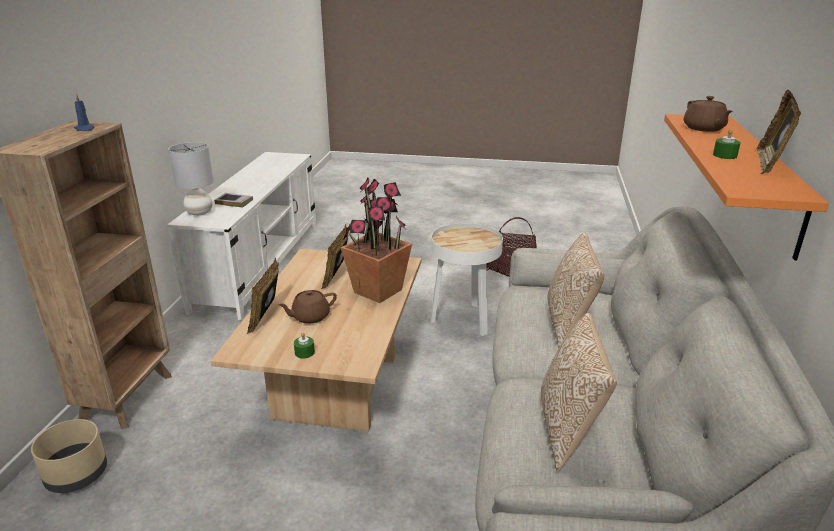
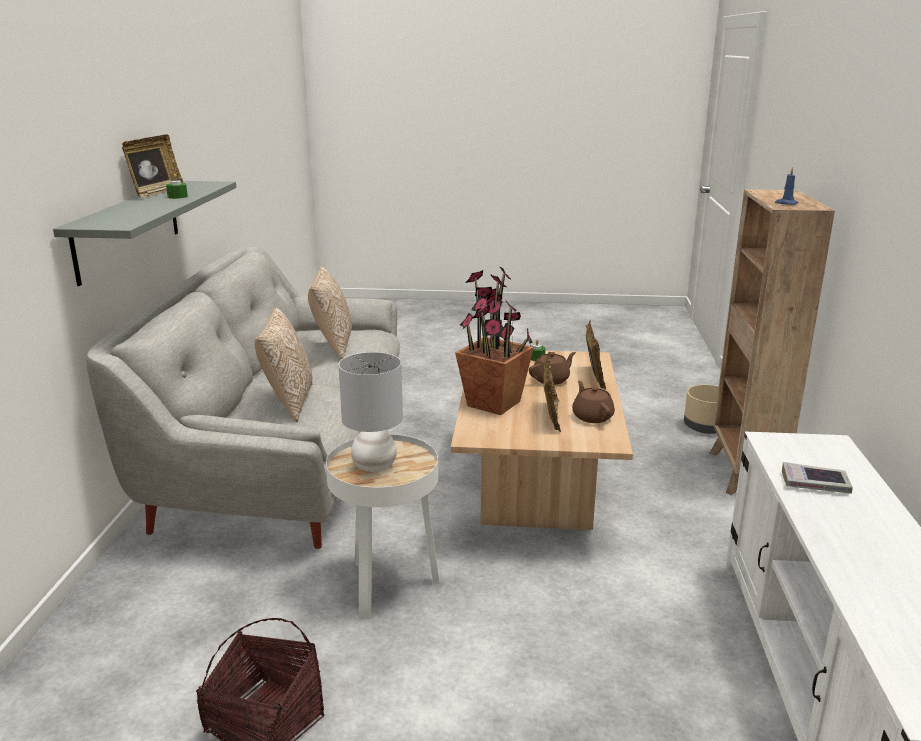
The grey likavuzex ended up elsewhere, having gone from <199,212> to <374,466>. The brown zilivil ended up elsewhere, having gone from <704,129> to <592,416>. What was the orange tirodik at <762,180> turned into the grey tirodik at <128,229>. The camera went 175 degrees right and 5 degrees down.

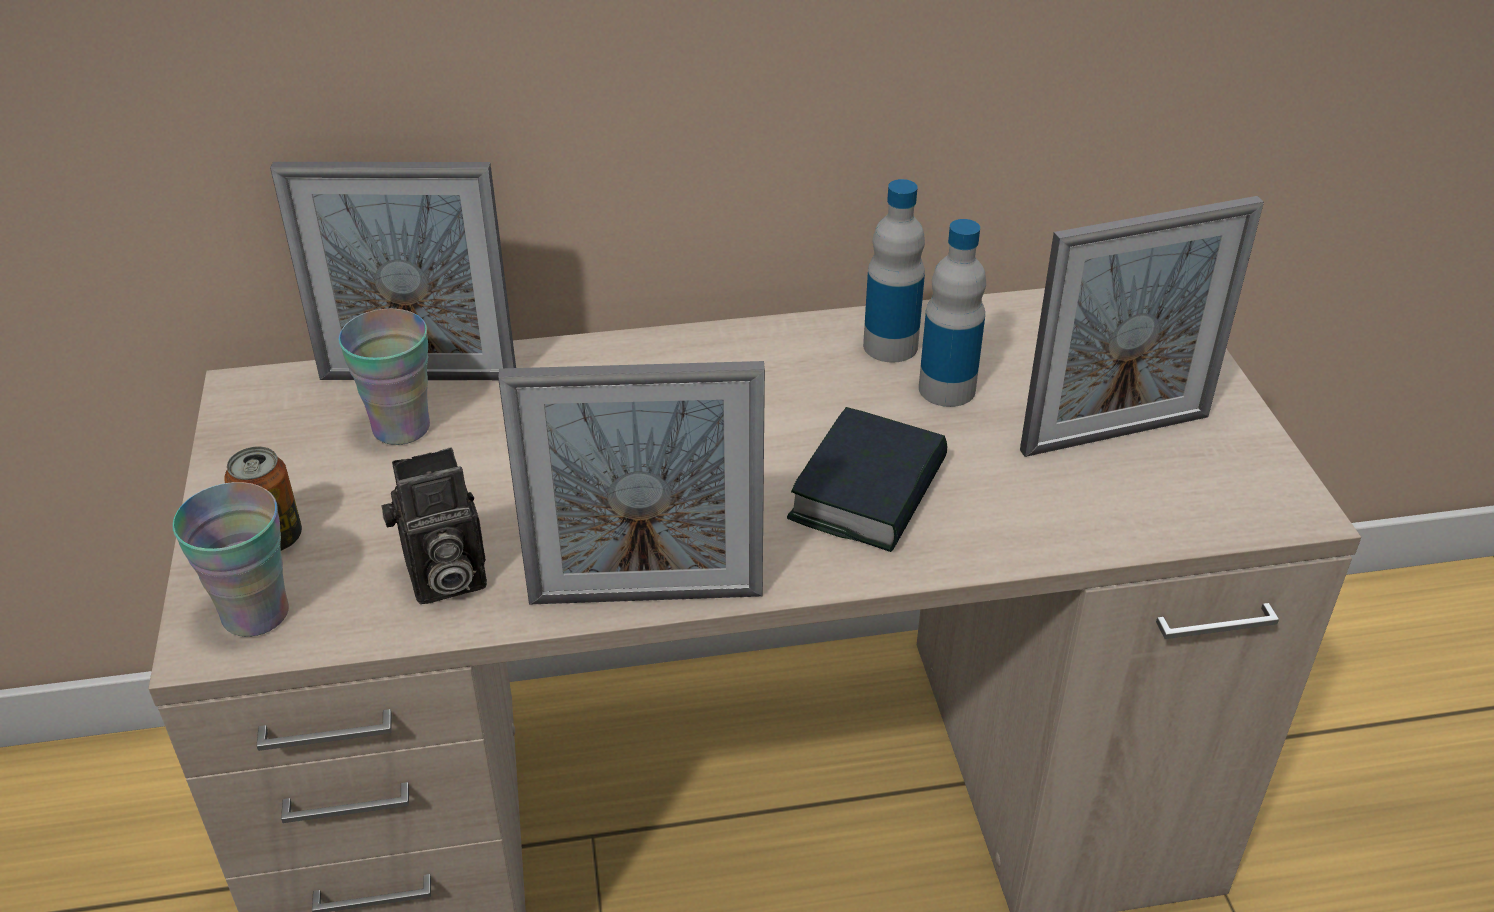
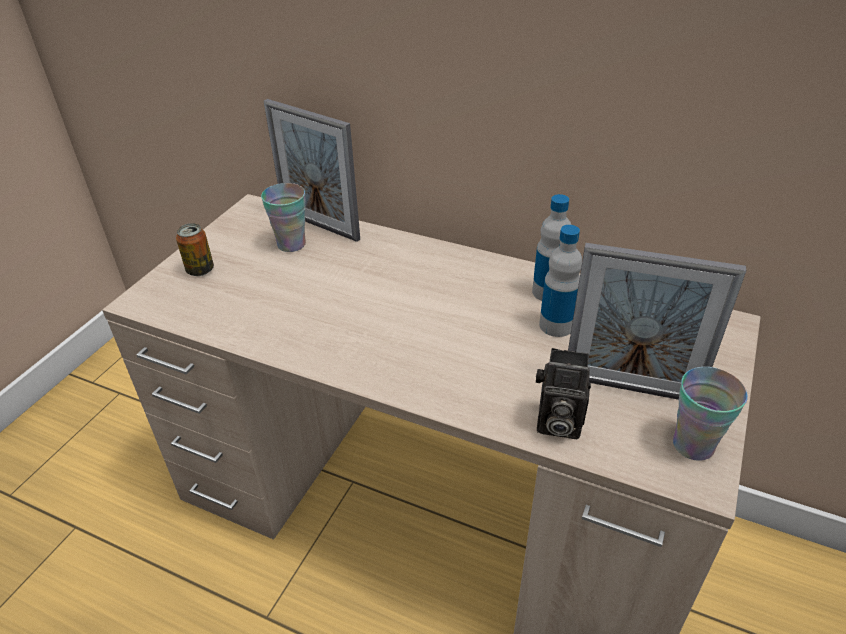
The second view lost the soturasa at <646,596>. The second view lost the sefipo at <869,492>. The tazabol ended up elsewhere, having gone from <255,614> to <693,445>. The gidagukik ended up elsewhere, having gone from <442,579> to <556,423>. The camera went 35 degrees right and 0 degrees up.

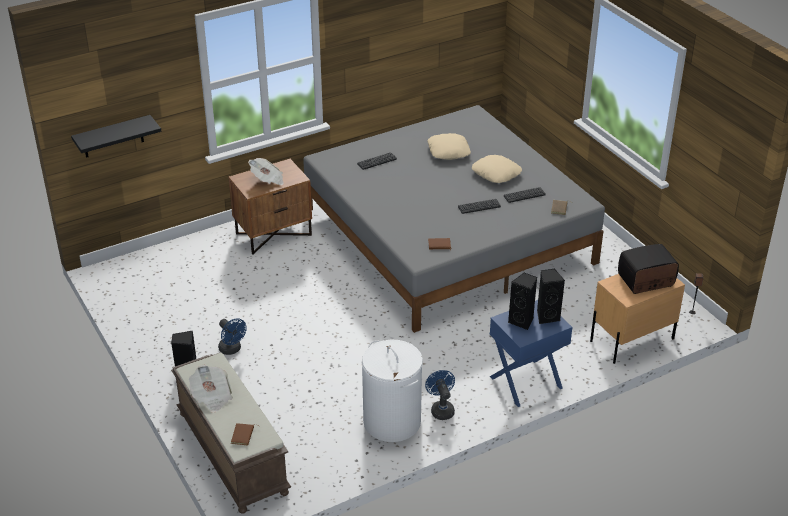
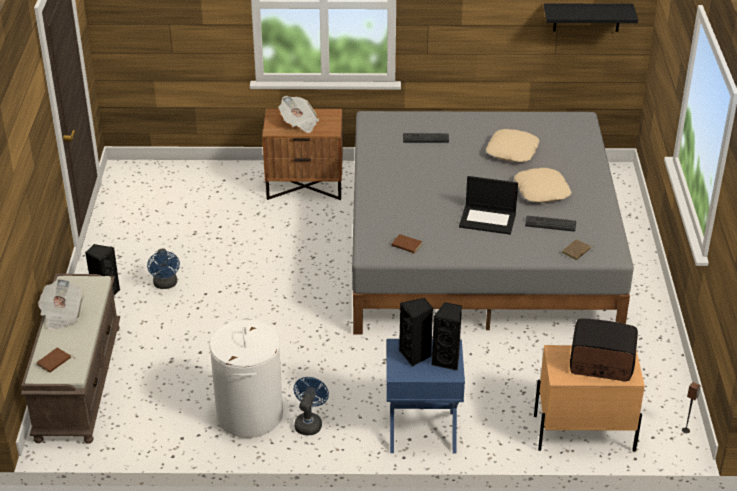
The black tirodik ended up elsewhere, having gone from <113,137> to <587,17>. Where the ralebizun stood at <479,206>, the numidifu came to stand at <488,220>. The camera went 30 degrees right and 0 degrees up.

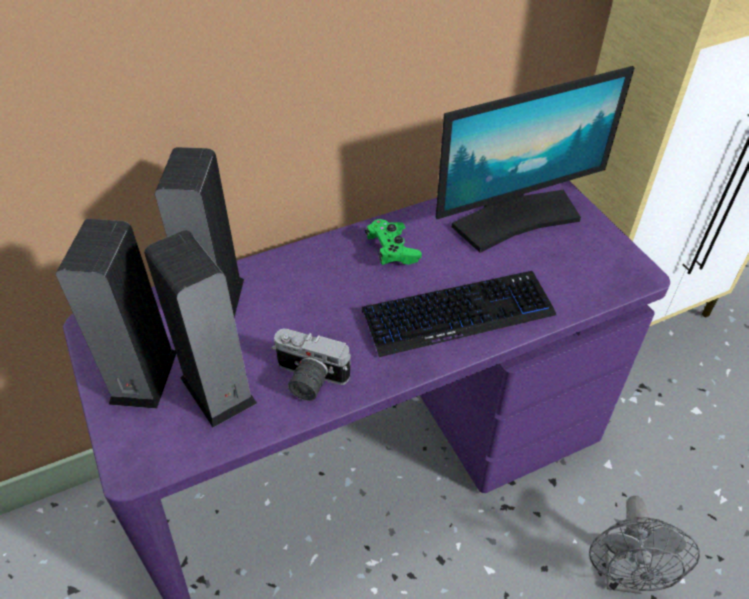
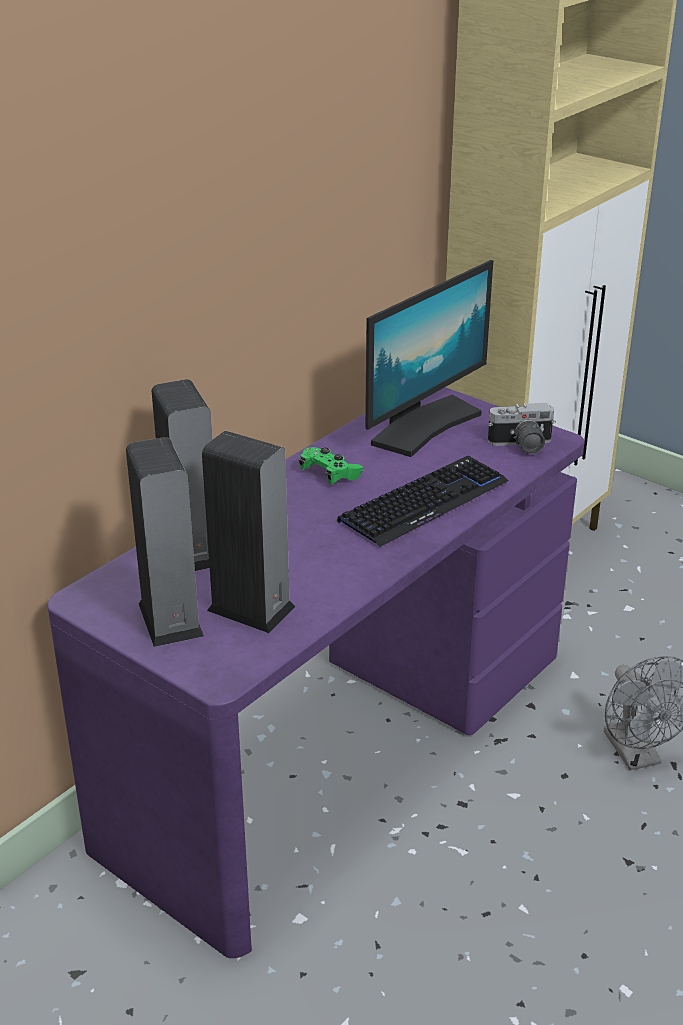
The gidagukik ended up elsewhere, having gone from <308,380> to <521,446>. The camera went 25 degrees left and 15 degrees down.

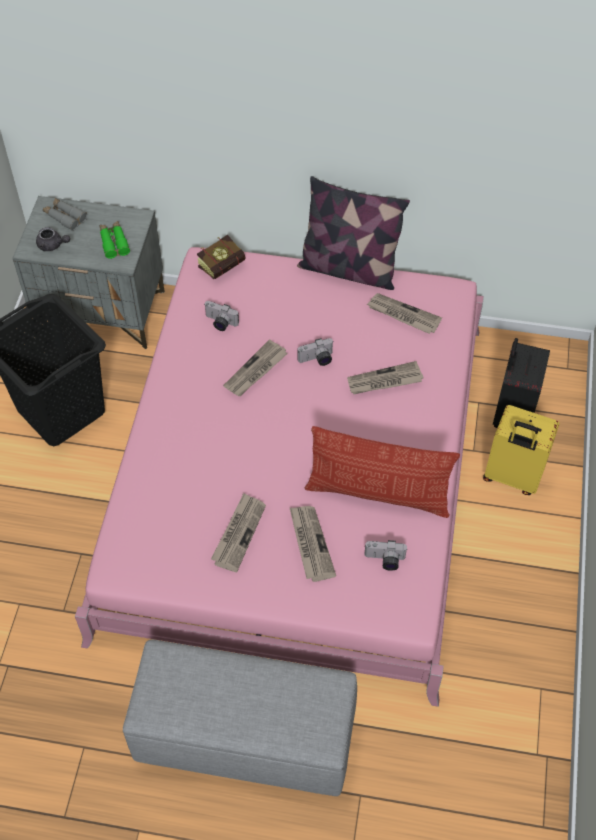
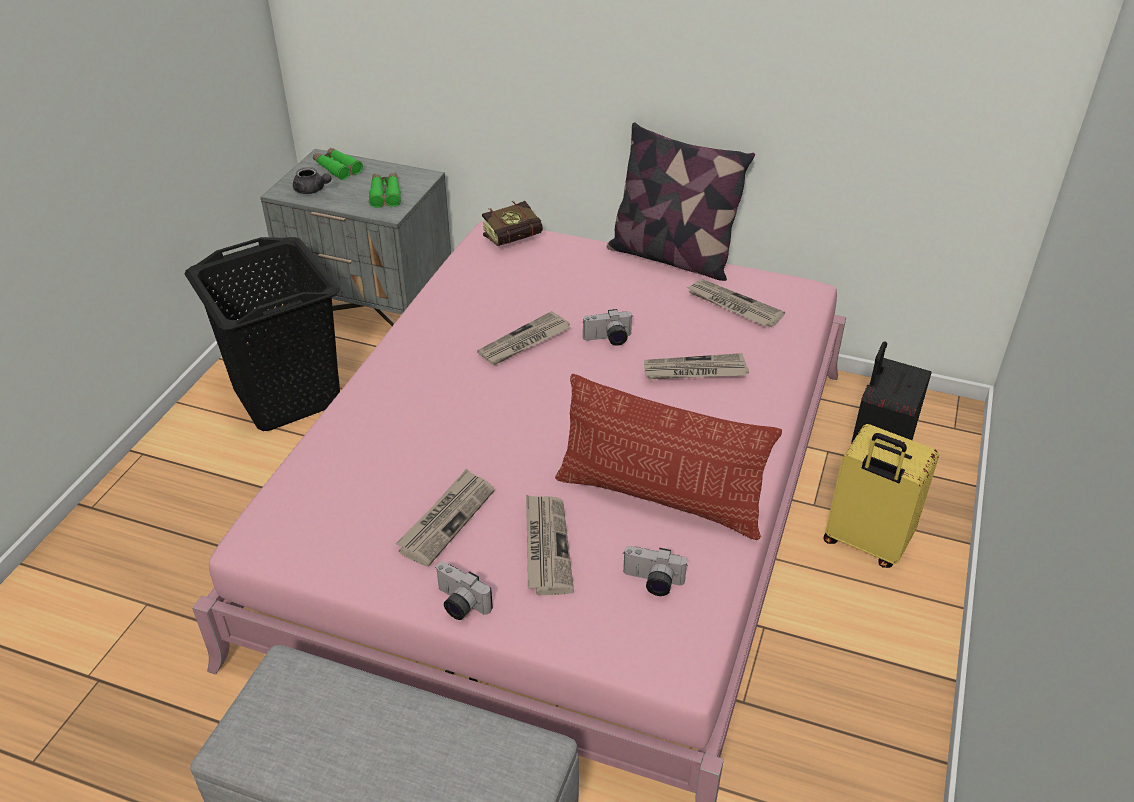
The gidagukik ended up elsewhere, having gone from <220,323> to <459,604>. What was the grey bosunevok at <65,217> turned into the green bosunevok at <337,168>. The camera went 10 degrees right and 15 degrees down.

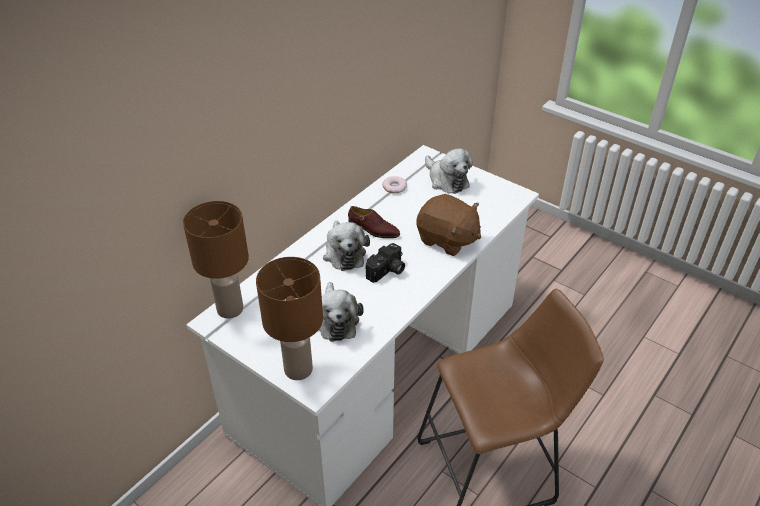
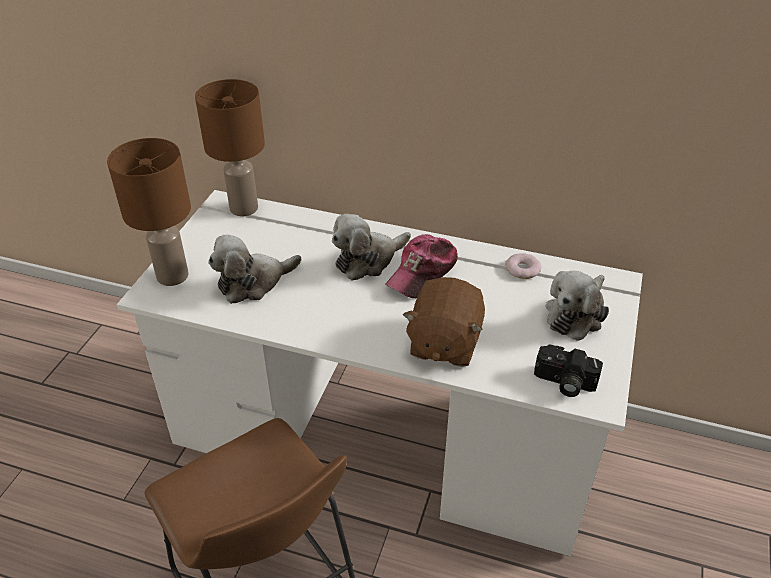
The gidagukik ended up elsewhere, having gone from <387,271> to <564,383>. Where the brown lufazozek stood at <373,230>, the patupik came to stand at <423,273>. The camera went 70 degrees right and 0 degrees up.

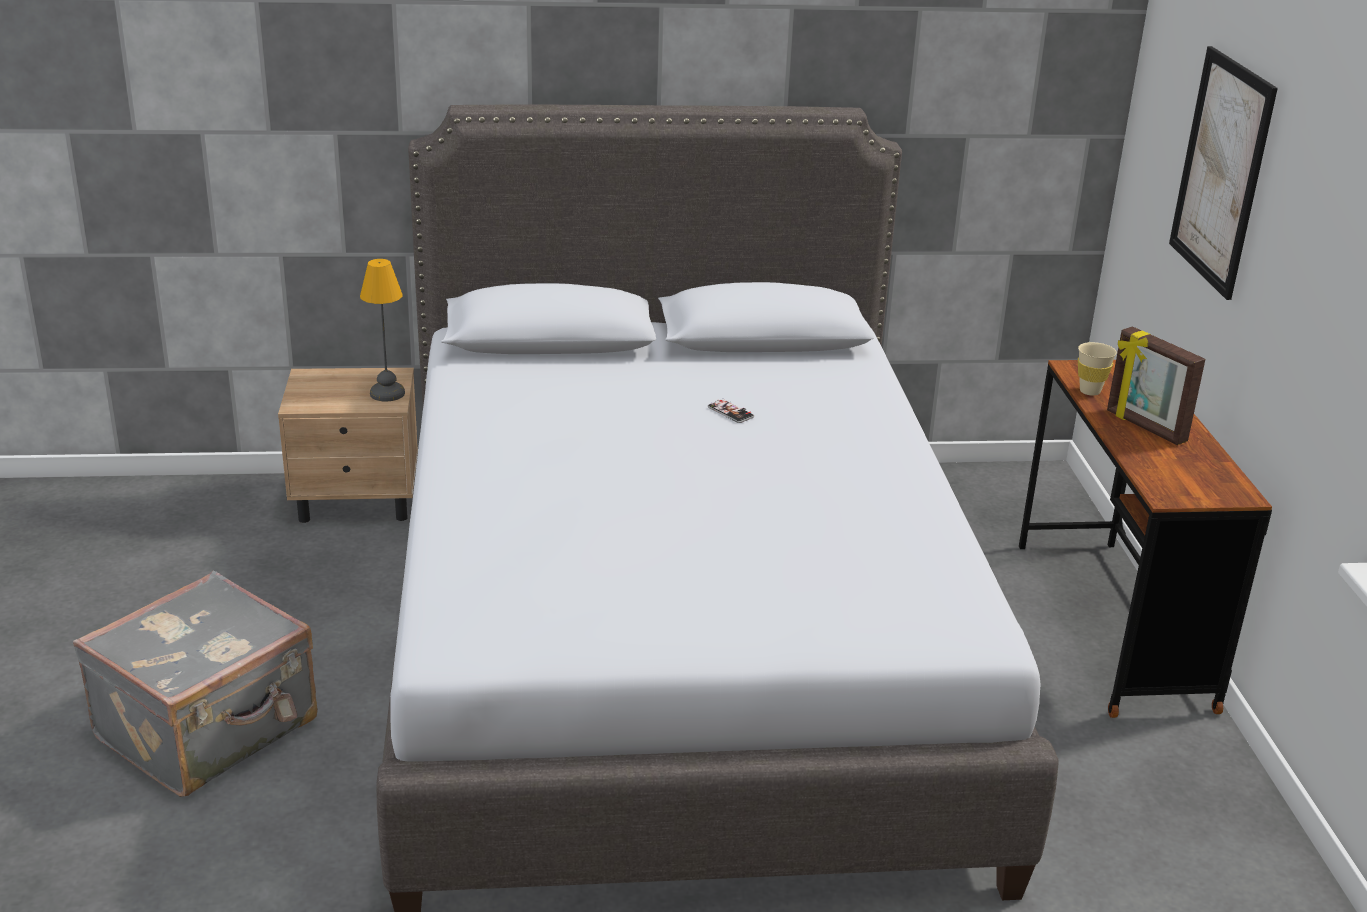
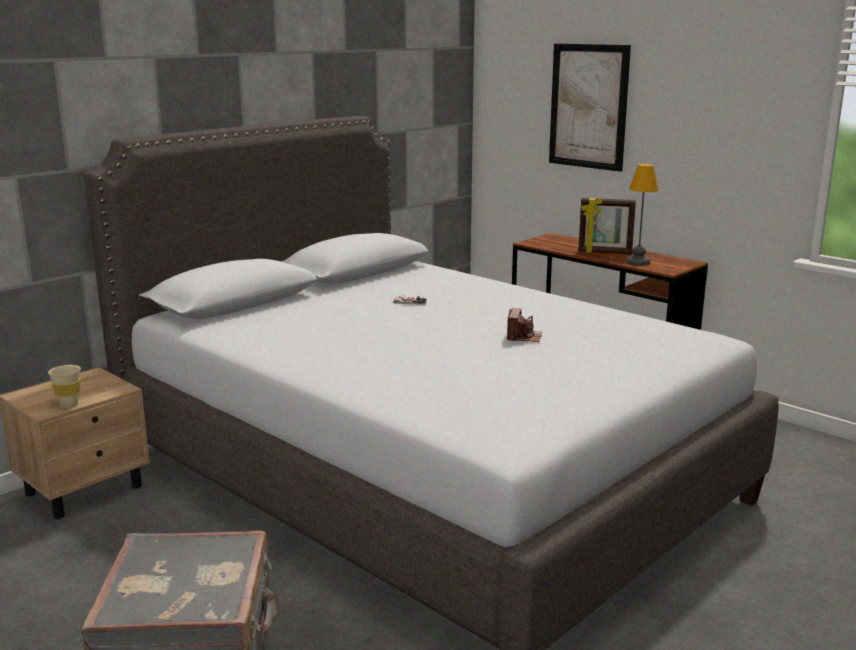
The second view gained the gidagukik at <523,337>. The likavuzex ended up elsewhere, having gone from <388,393> to <638,262>. The beige tazabol ended up elsewhere, having gone from <1090,391> to <69,404>. The camera went 40 degrees left and 10 degrees down.

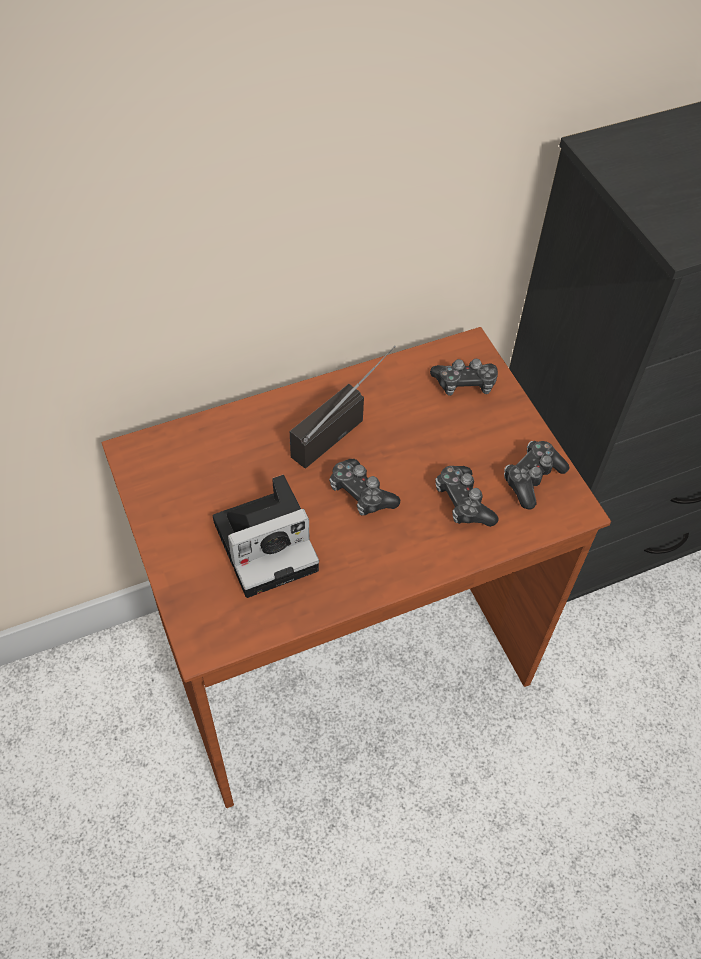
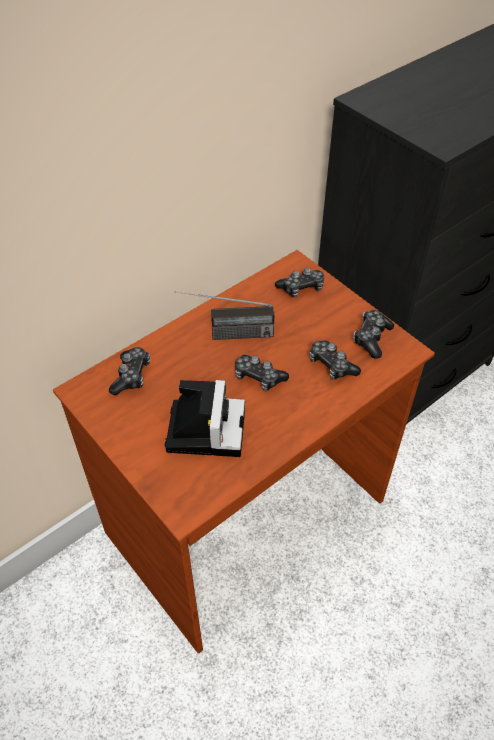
The second view gained the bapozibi at <131,376>. The gidagukik at <269,543> ended up facing another way, 45 degrees counterclockwise from before. The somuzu at <340,425> ended up facing another way, 120 degrees counterclockwise from before. The camera went 15 degrees left and 5 degrees down.

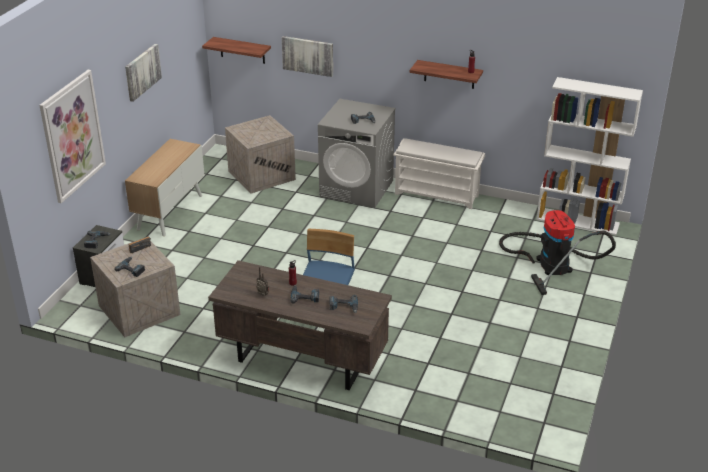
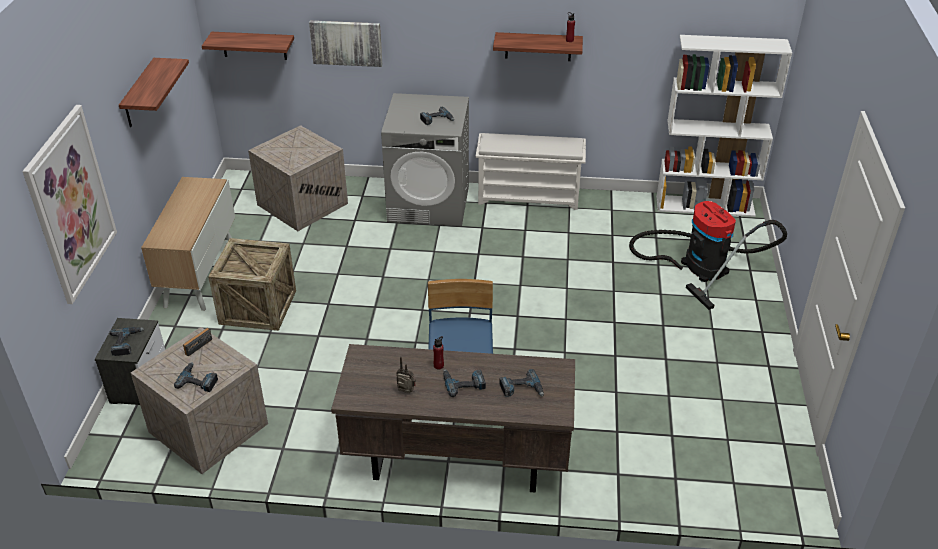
The second view gained the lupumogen at <258,307>. Where the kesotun hung at <142,72>, the tirodik came to hang at <139,94>. The camera went 15 degrees left and 5 degrees up.

